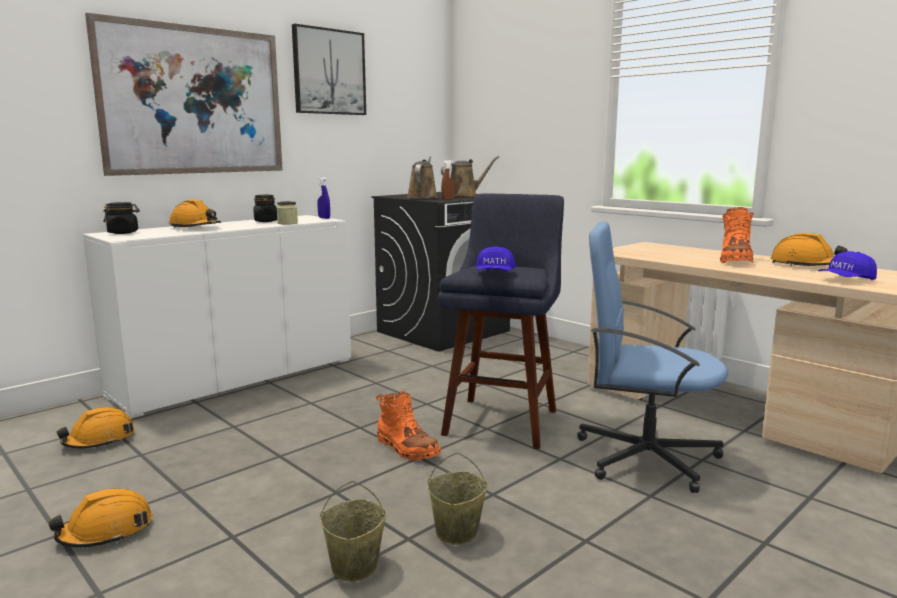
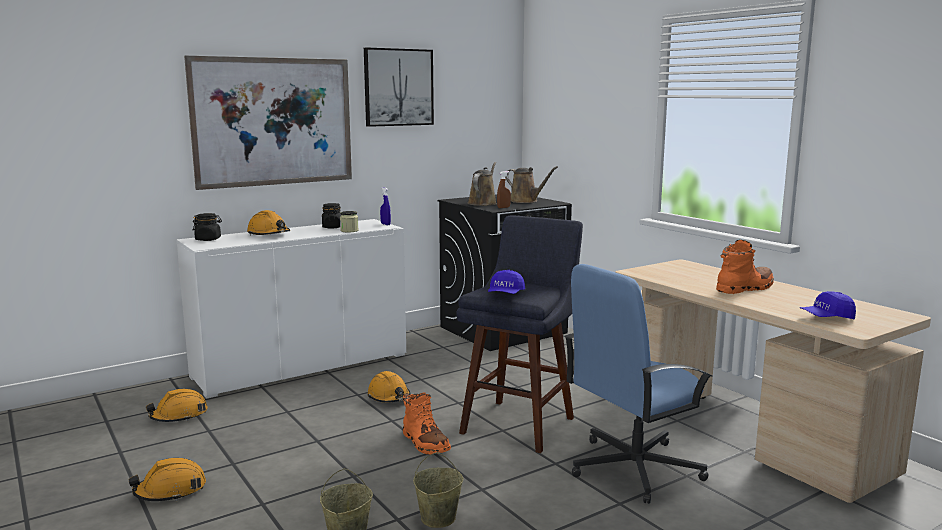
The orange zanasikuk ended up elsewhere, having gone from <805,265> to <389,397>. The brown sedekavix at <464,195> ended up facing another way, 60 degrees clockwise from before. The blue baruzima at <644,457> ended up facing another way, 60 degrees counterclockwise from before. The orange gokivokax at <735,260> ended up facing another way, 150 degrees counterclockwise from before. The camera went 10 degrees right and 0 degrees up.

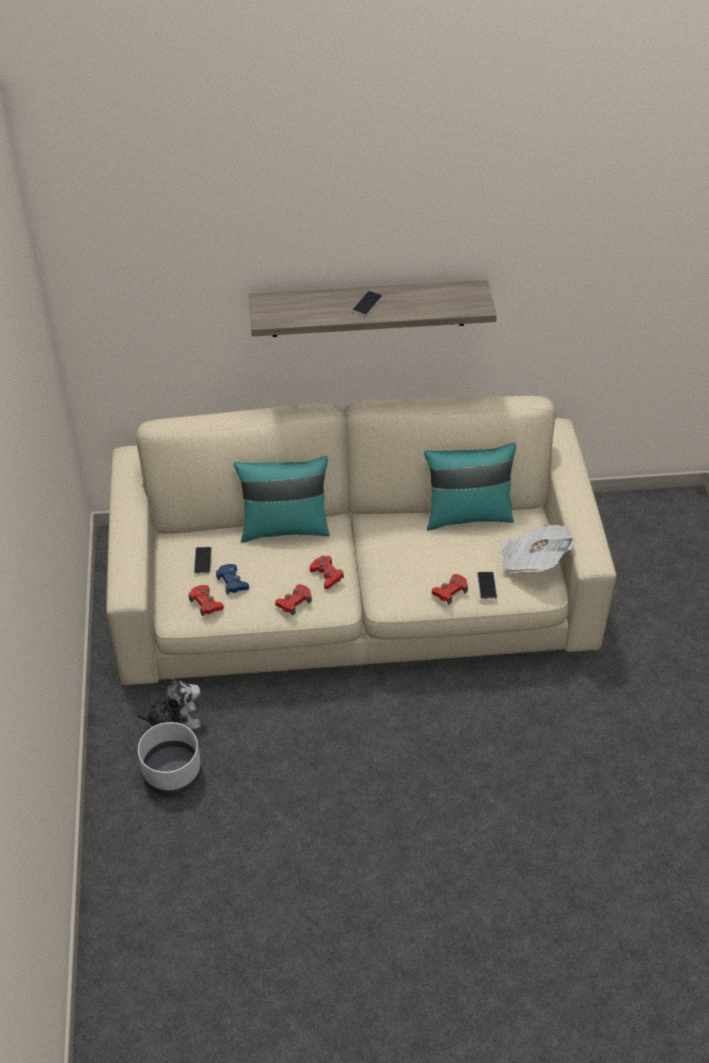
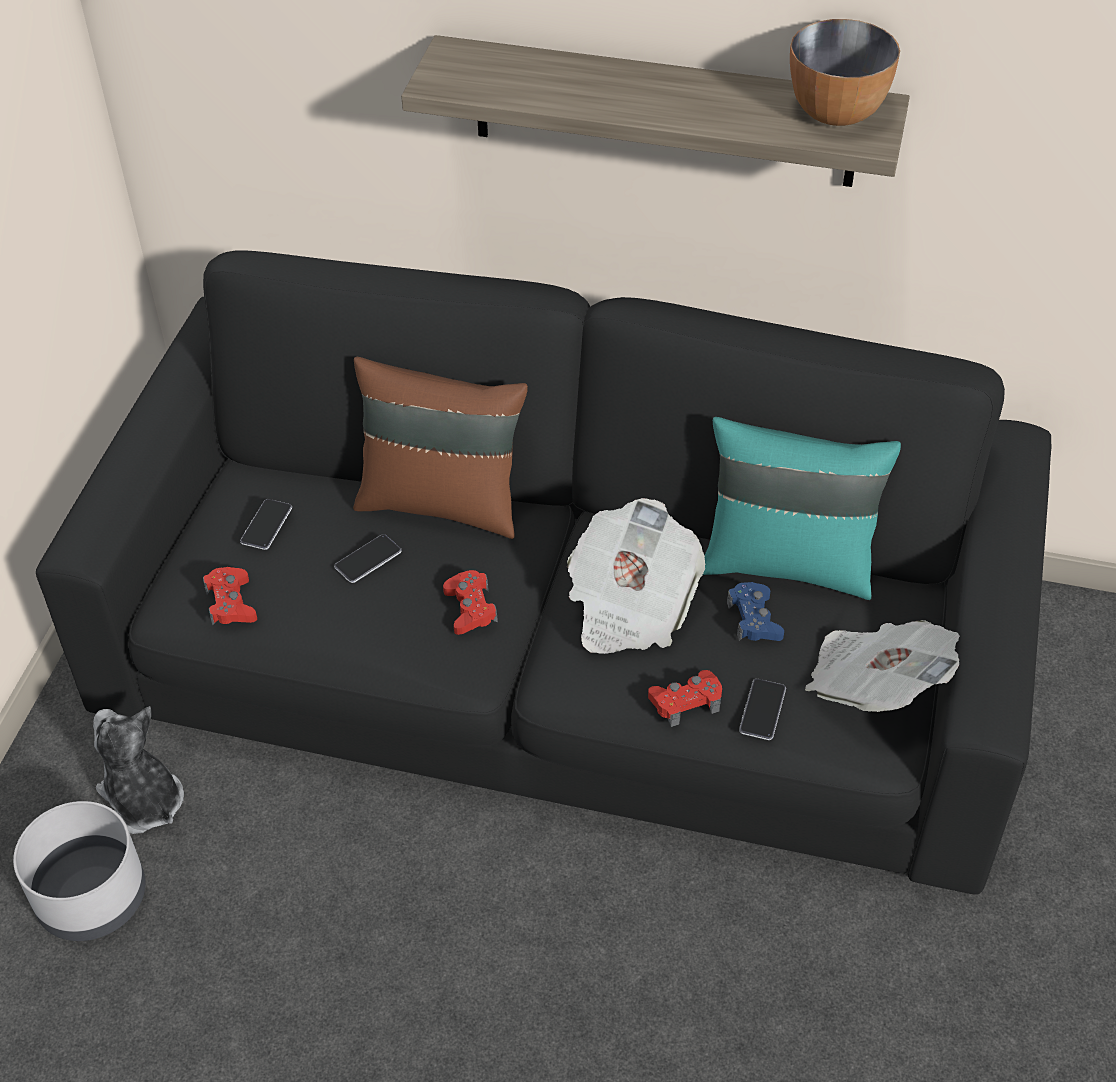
The second view lost the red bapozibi at <294,602>. The second view gained the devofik at <630,605>. The second view gained the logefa at <835,113>. The blue bapozibi ended up elsewhere, having gone from <232,582> to <754,619>. The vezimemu ended up elsewhere, having gone from <367,304> to <368,559>. What was the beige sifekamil at <354,592> turned into the black sifekamil at <560,655>. What was the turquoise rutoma at <284,527> turned into the brown rutoma at <442,502>. The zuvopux at <174,721> ended up facing another way, 135 degrees counterclockwise from before. The camera went 20 degrees right and 0 degrees up.

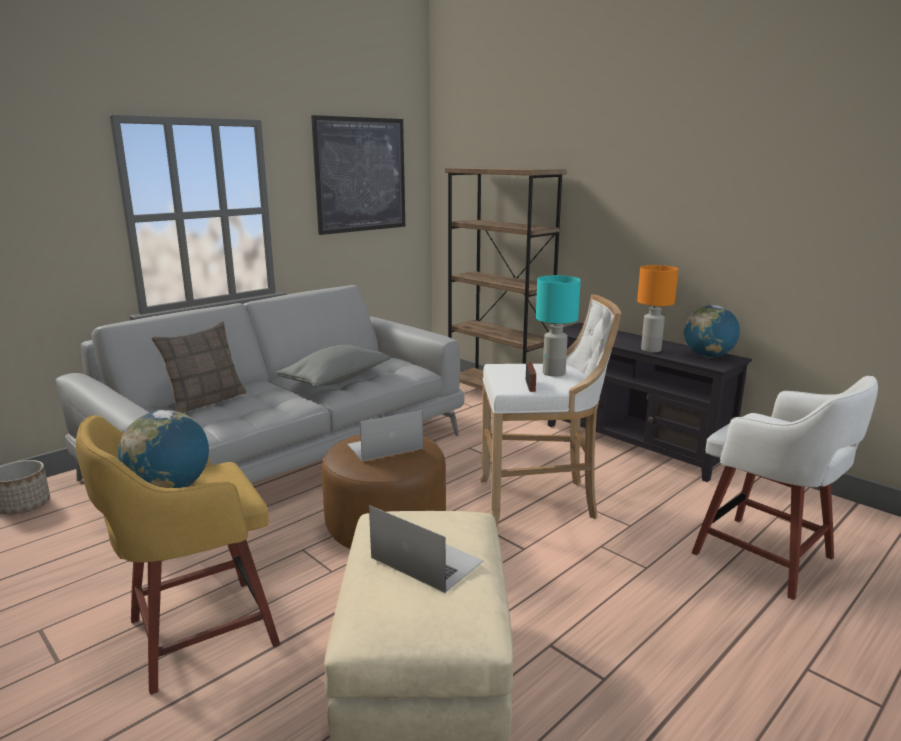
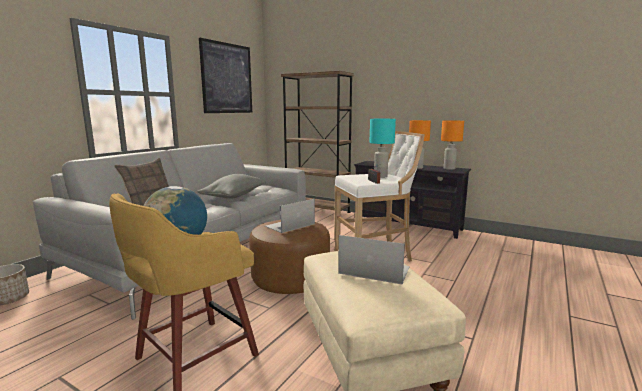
The second view lost the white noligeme at <767,558>. Where the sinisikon stood at <708,356>, the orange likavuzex came to stand at <449,168>. The camera went 15 degrees left and 5 degrees down.

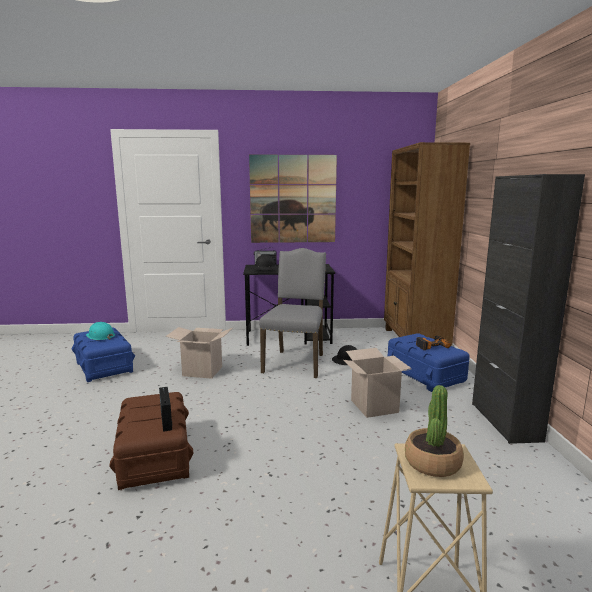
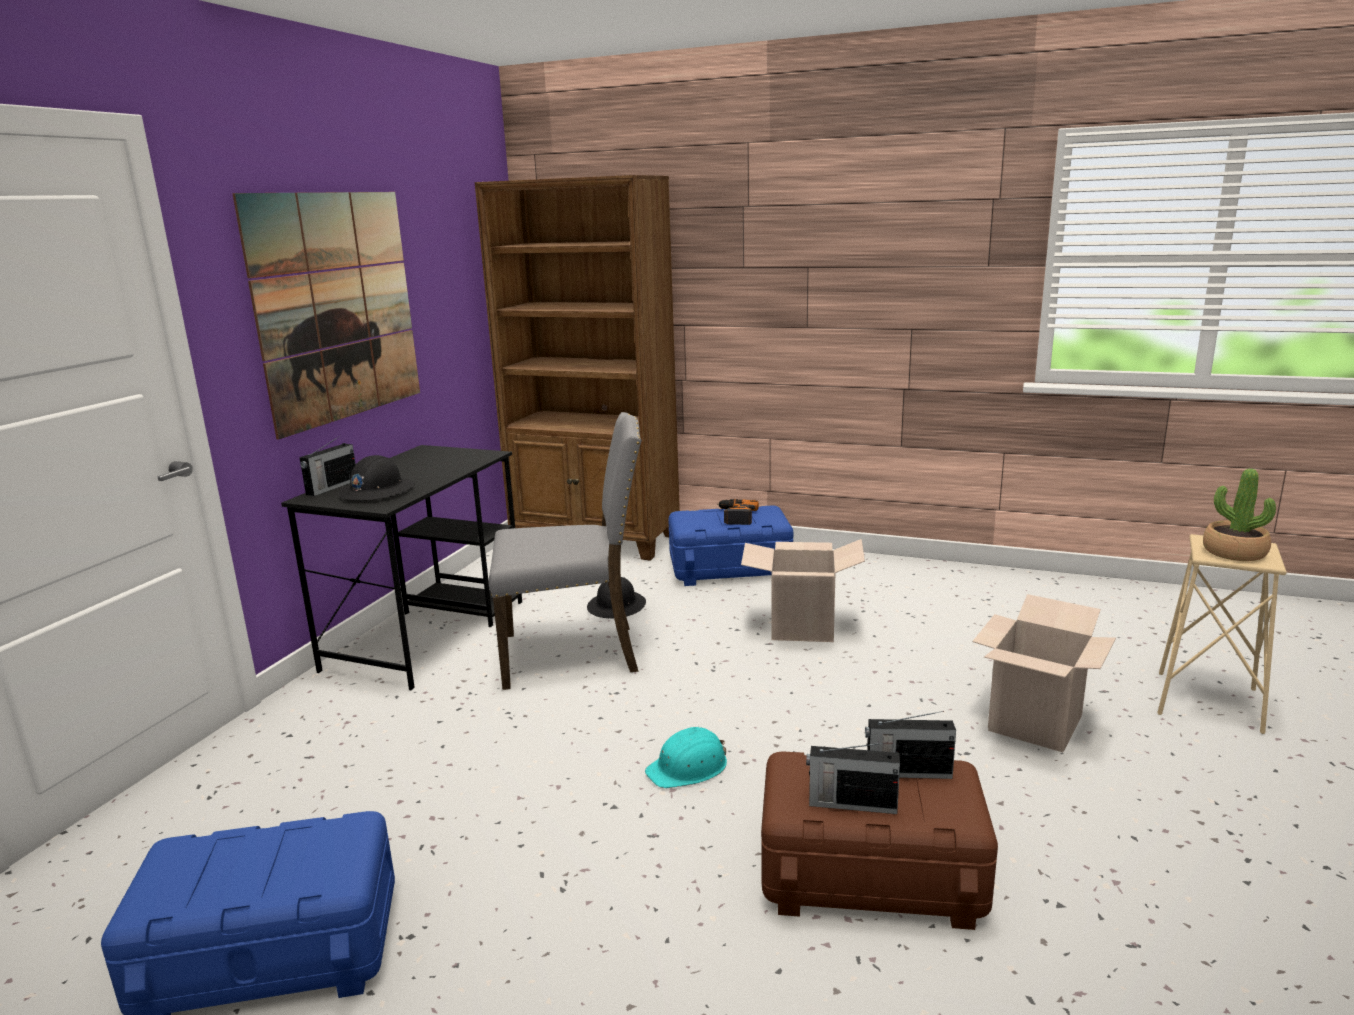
The second view lost the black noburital at <505,421>. The second view gained the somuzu at <851,804>. The turquoise zanasikuk ended up elsewhere, having gone from <100,336> to <688,767>. The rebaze ended up elsewhere, having gone from <202,371> to <1034,723>. The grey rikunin at <296,363> ended up facing another way, 135 degrees clockwise from before. The camera went 65 degrees left and 5 degrees up.

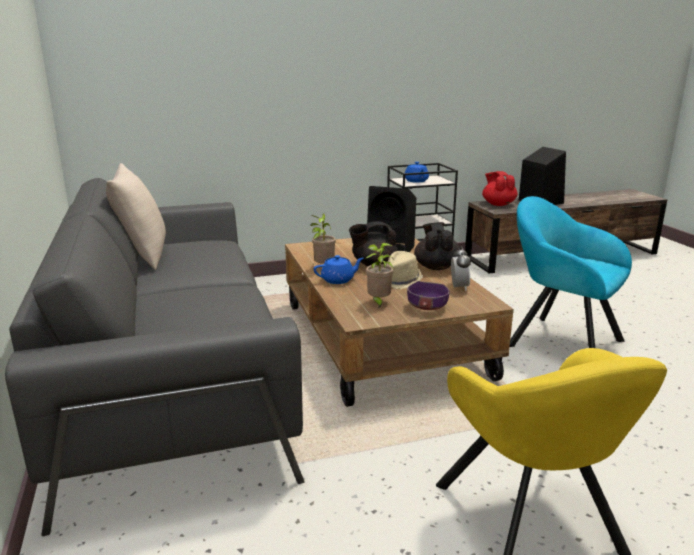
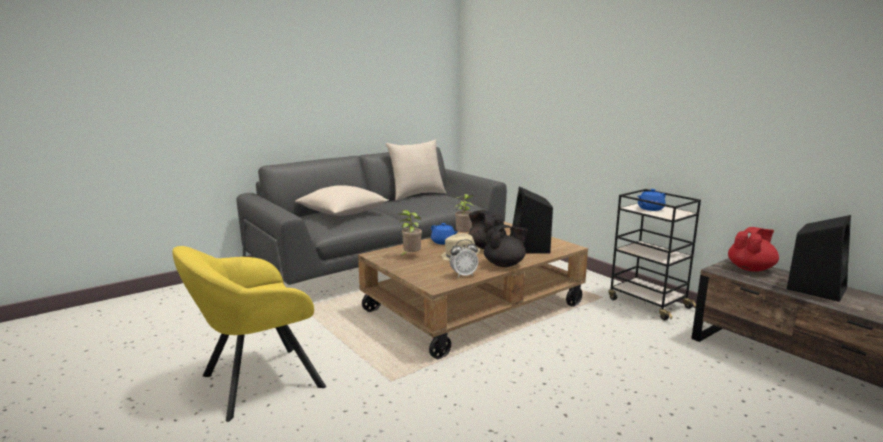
The second view lost the purple logefa at <427,307>. The second view lost the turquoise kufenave at <559,341>. The second view gained the beige rutoma at <342,213>. The camera went 70 degrees right and 5 degrees down.

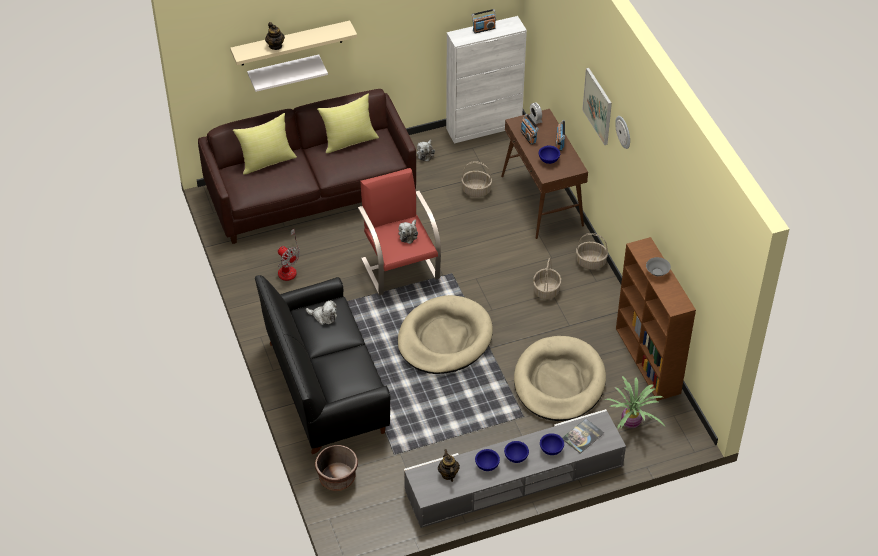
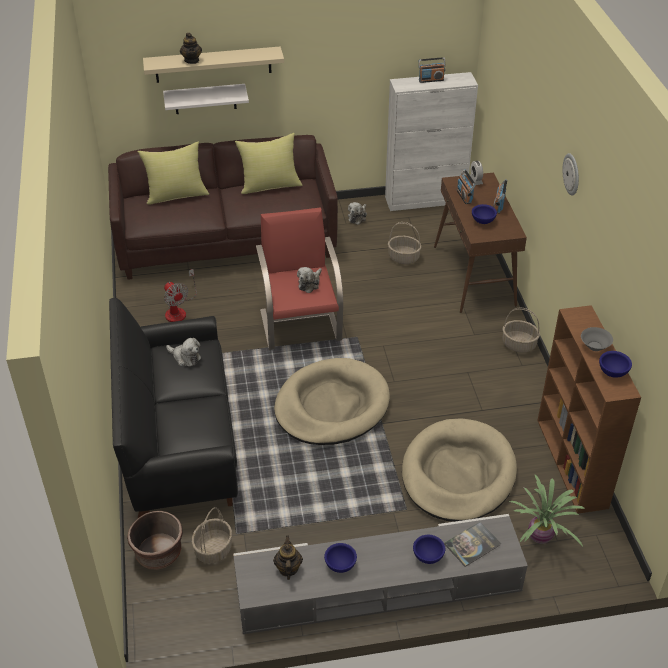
The second view lost the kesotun at <598,106>. The blue logefa ended up elsewhere, having gone from <516,457> to <613,373>. The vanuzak ended up elsewhere, having gone from <546,291> to <213,550>. The camera went 10 degrees right and 5 degrees down.

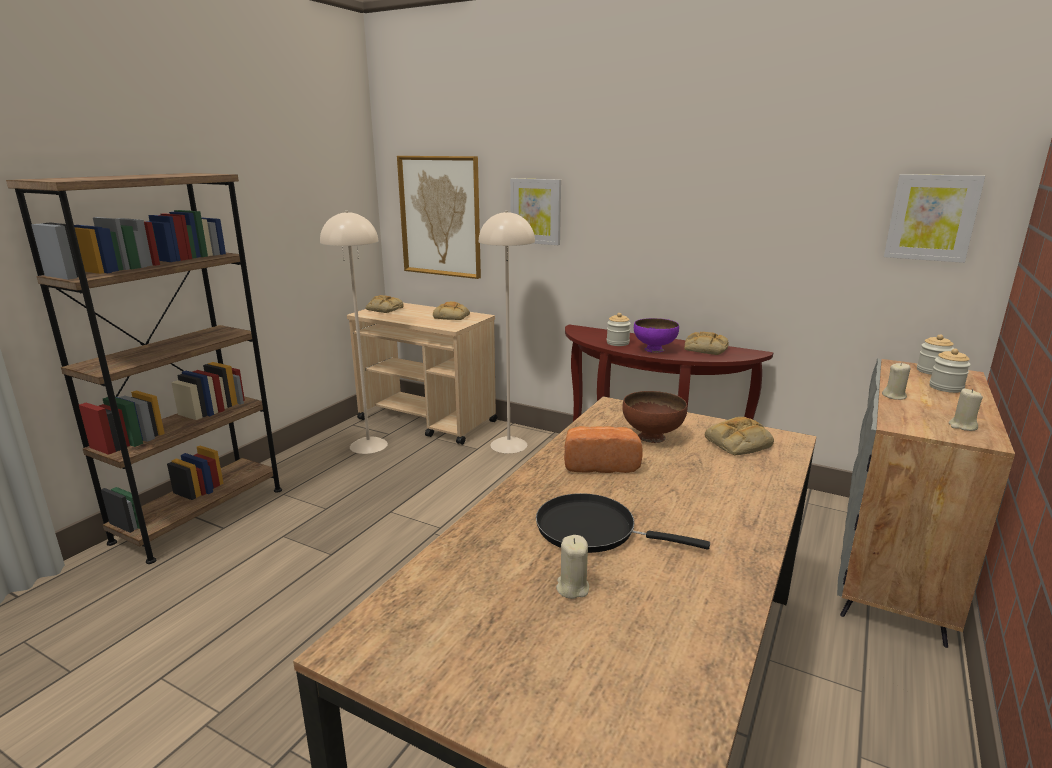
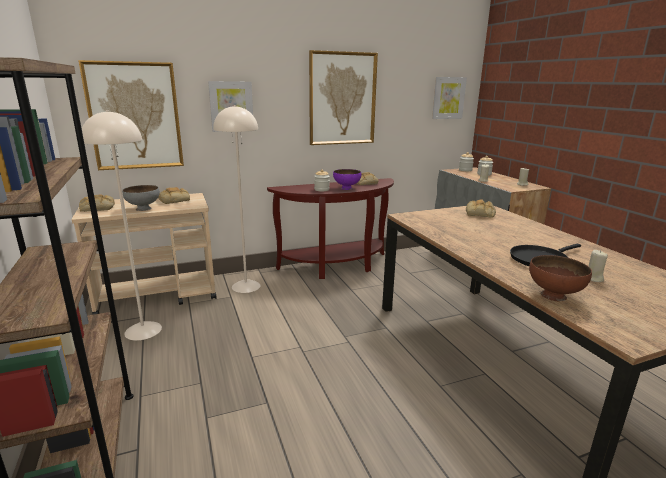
The second view lost the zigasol at <600,464>. The second view gained the grey logefa at <143,208>. The second view gained the kesotun at <342,99>. The brown logefa ended up elsewhere, having gone from <652,437> to <554,296>. The camera went 50 degrees left and 0 degrees up.

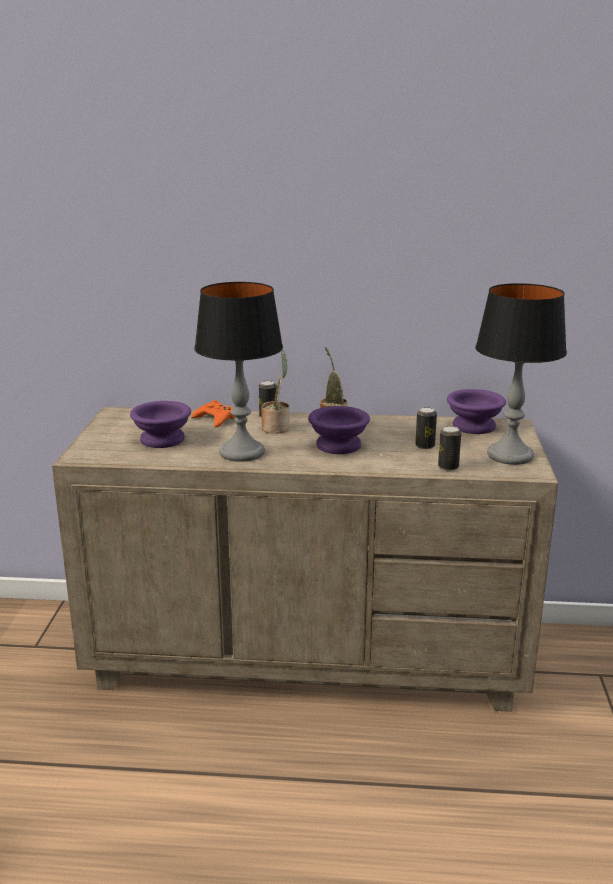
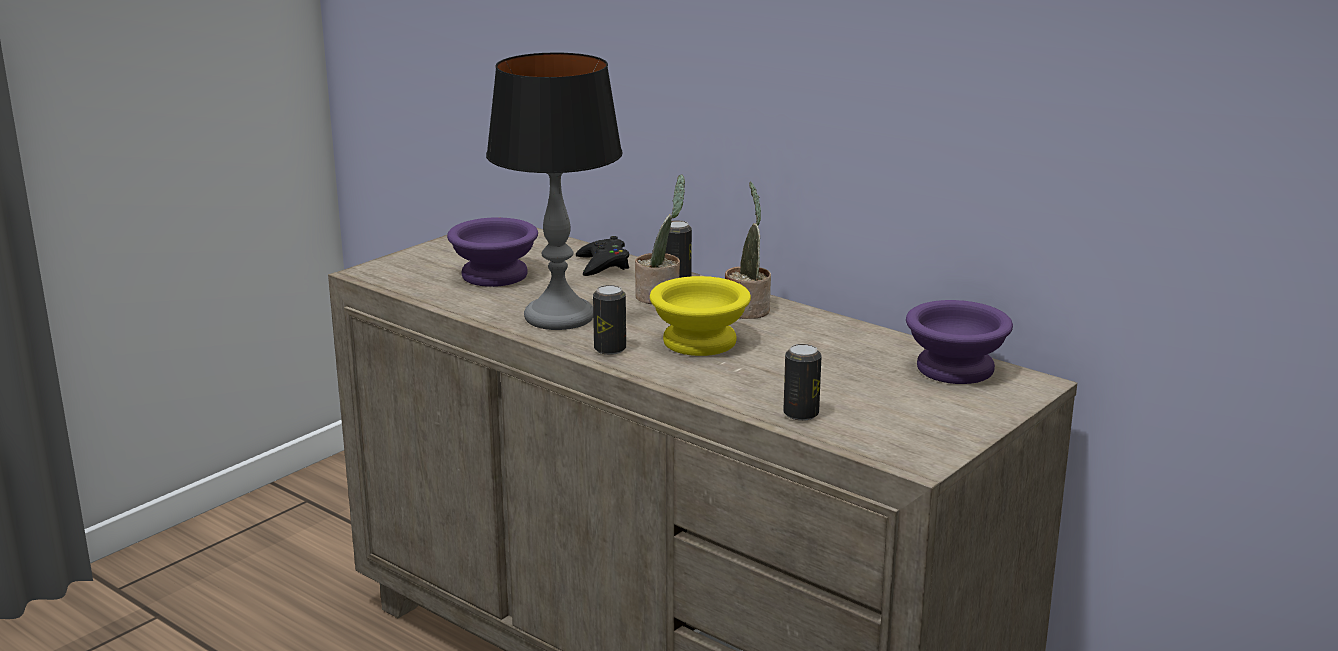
The second view lost the likavuzex at <509,455>. The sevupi ended up elsewhere, having gone from <425,446> to <610,349>. What was the orange bapozibi at <215,419> turned into the black bapozibi at <603,264>. What was the purple logefa at <340,446> turned into the yellow logefa at <702,342>. The camera went 35 degrees right and 0 degrees up.

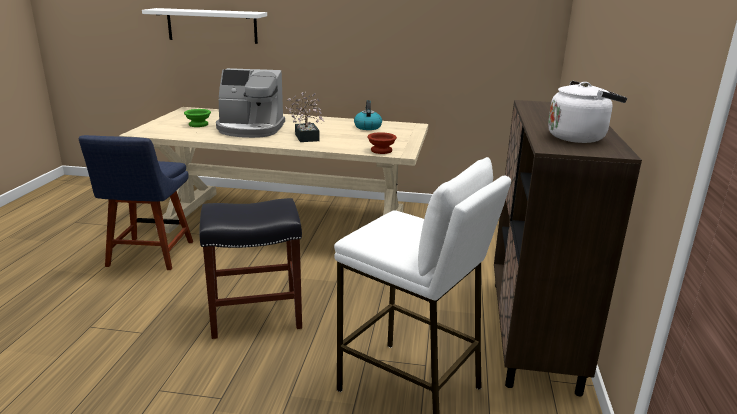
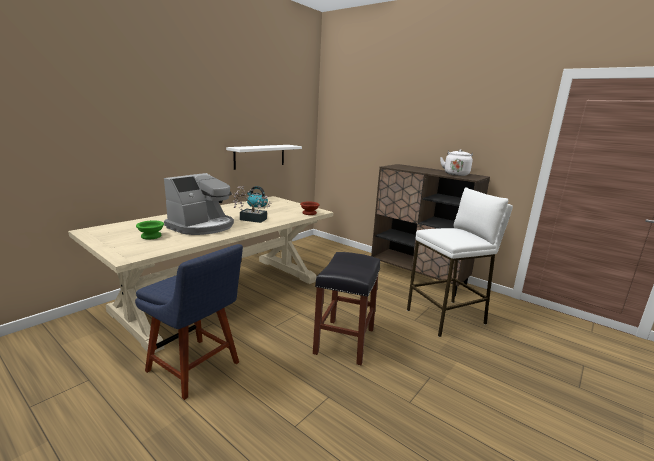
The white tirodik ended up elsewhere, having gone from <212,26> to <260,156>. The camera went 60 degrees left and 5 degrees down.

